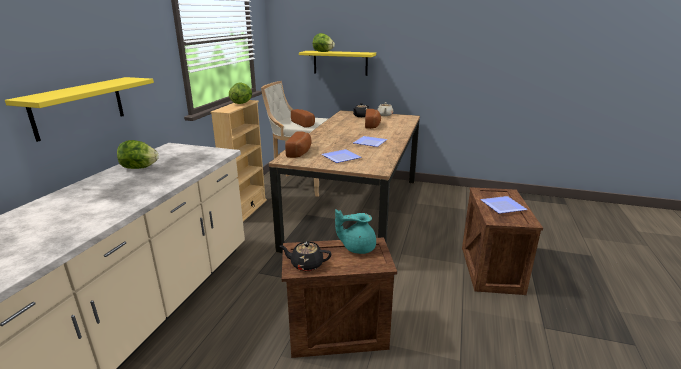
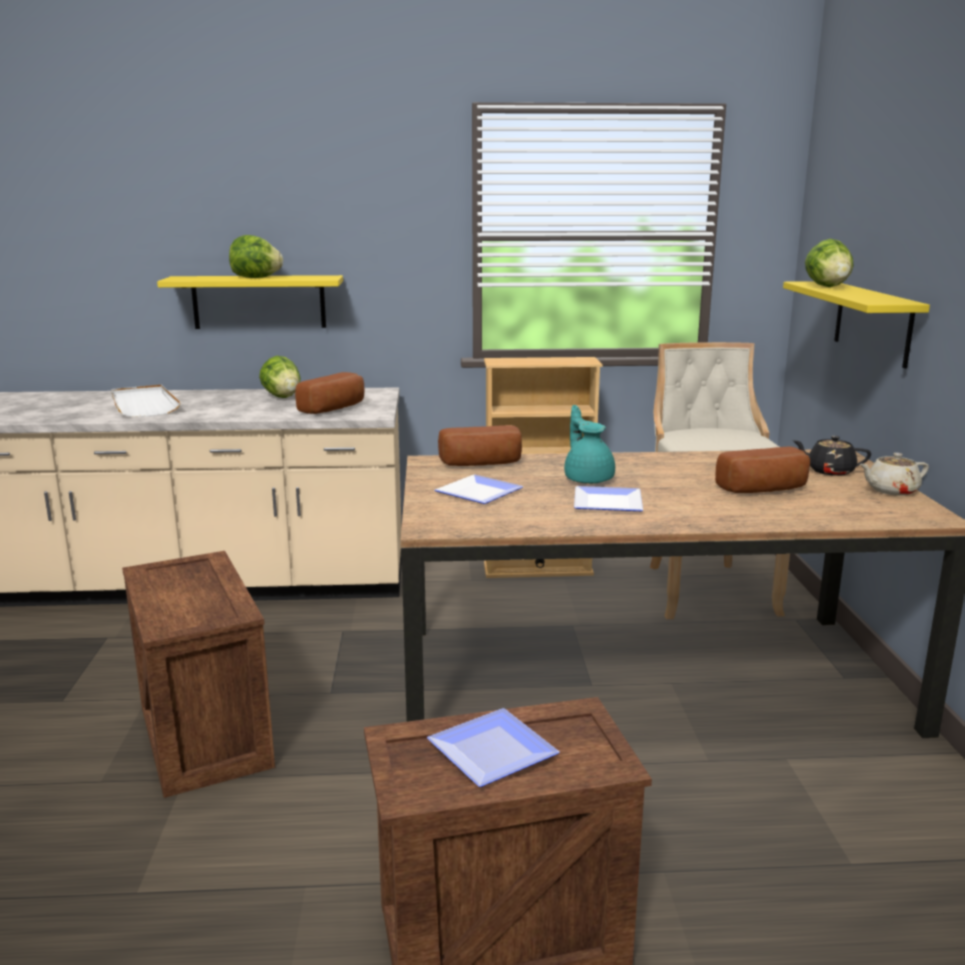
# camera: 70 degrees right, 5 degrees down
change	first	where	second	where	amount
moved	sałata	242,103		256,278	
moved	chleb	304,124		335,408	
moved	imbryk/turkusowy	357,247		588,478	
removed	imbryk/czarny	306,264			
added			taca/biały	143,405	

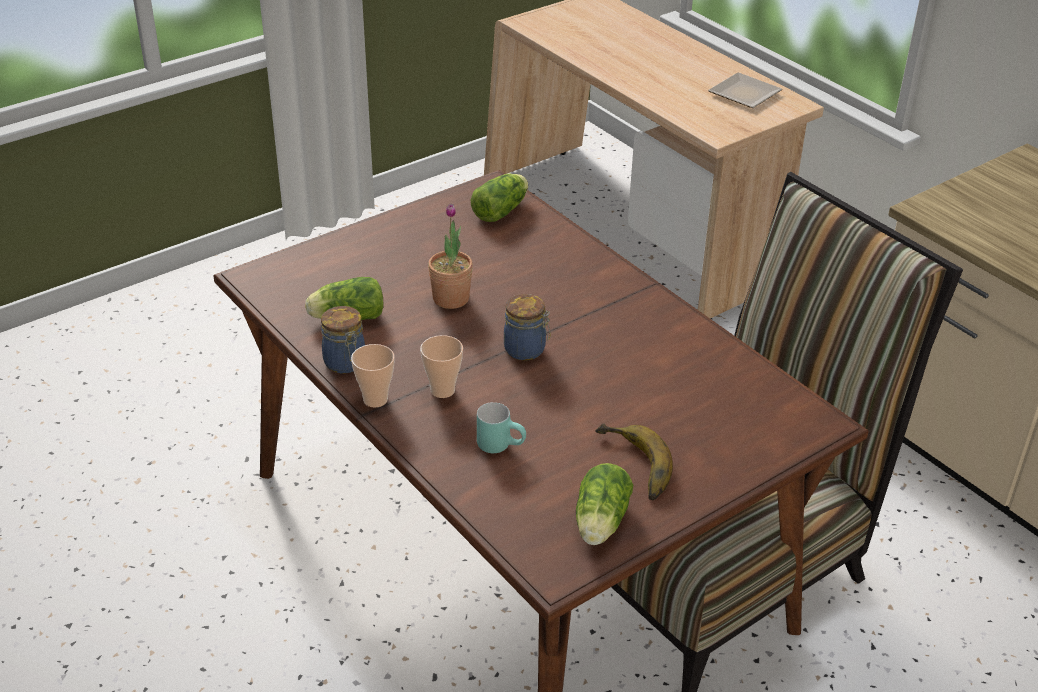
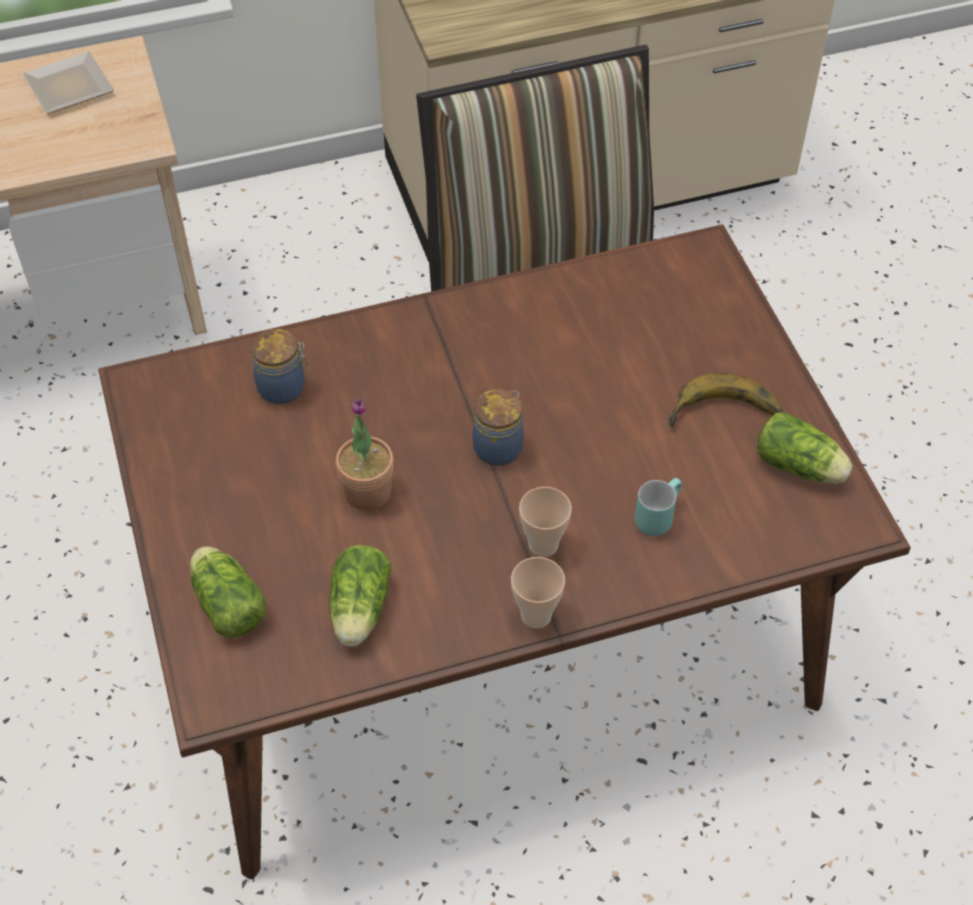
# camera: 70 degrees left, 15 degrees up
change	first	where	second	where	amount
moved	sałata	502,210		227,602	
moved	słoik	345,363		284,388	

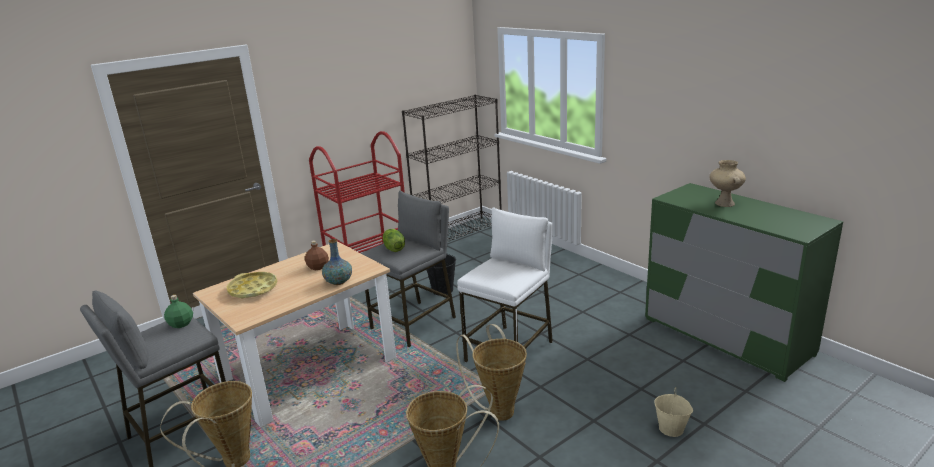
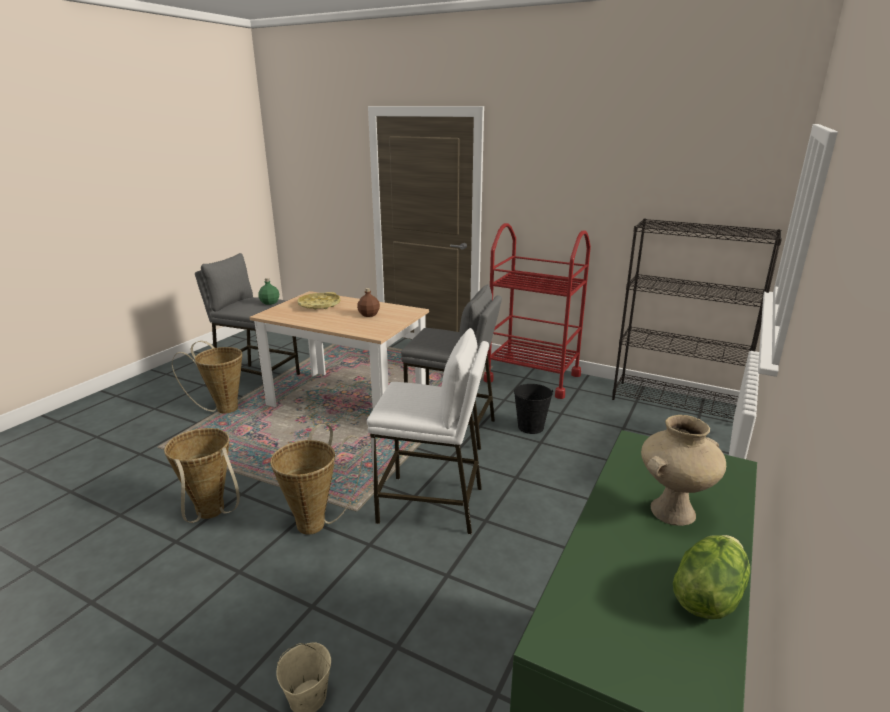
# camera: 65 degrees right, 0 degrees up
change	first	where	second	where	amount
moved	sałata	393,249		706,596	
removed	wazon	338,282			

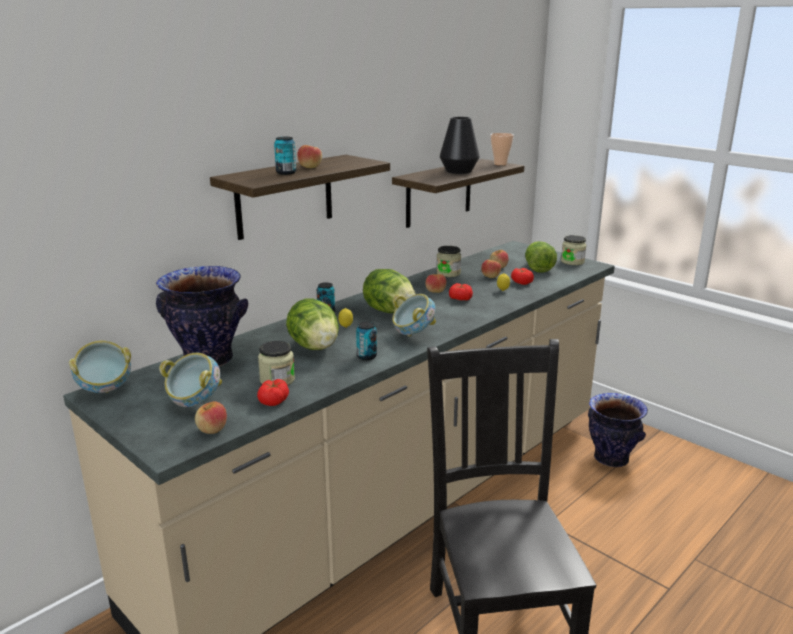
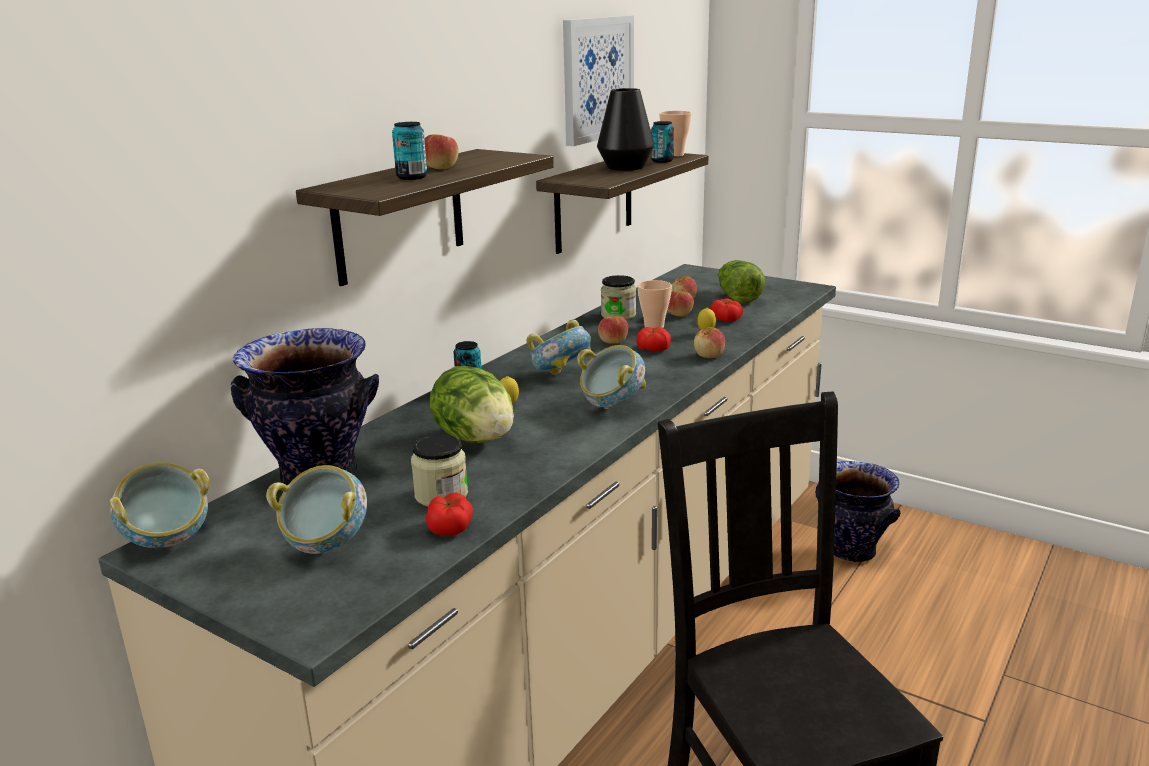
# camera: 10 degrees left, 0 degrees up
change	first	where	second	where	amount
removed	słoik	572,261			
replaced	sałata	389,311	miska	561,376	
moved	puszka	366,356		662,161	
moved	jabłko	212,429		709,356	
added			obraz	597,79	
added			filiżanka	654,327	

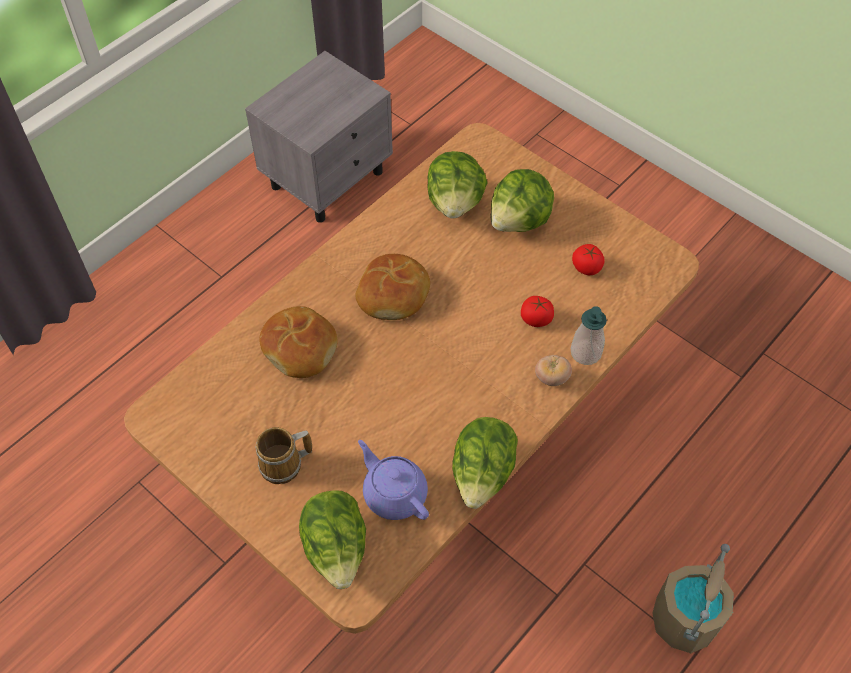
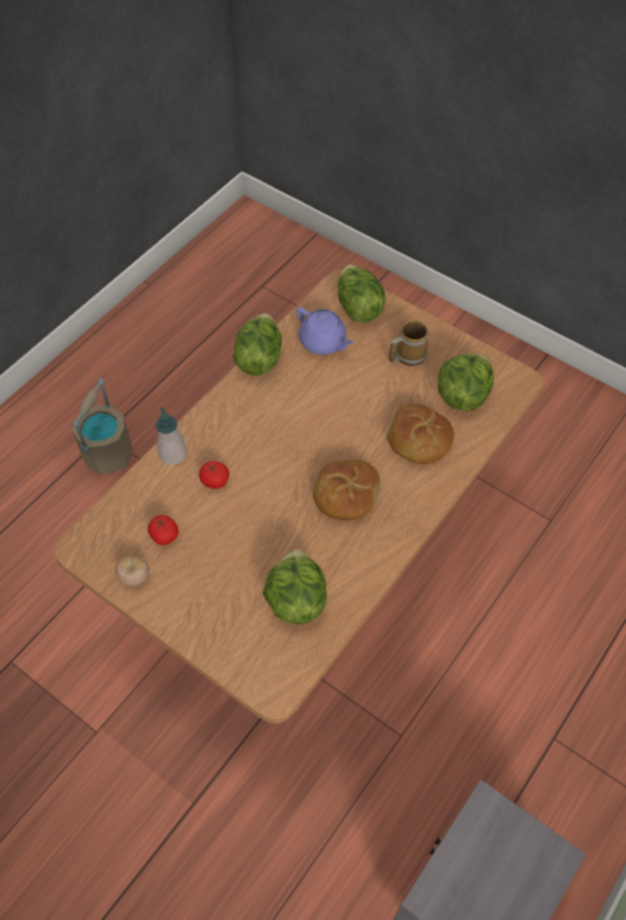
# camera: 175 degrees right, 0 degrees up
change	first	where	second	where	amount
moved	sałata	519,221		462,395	
moved	pomidor	551,378		134,577	

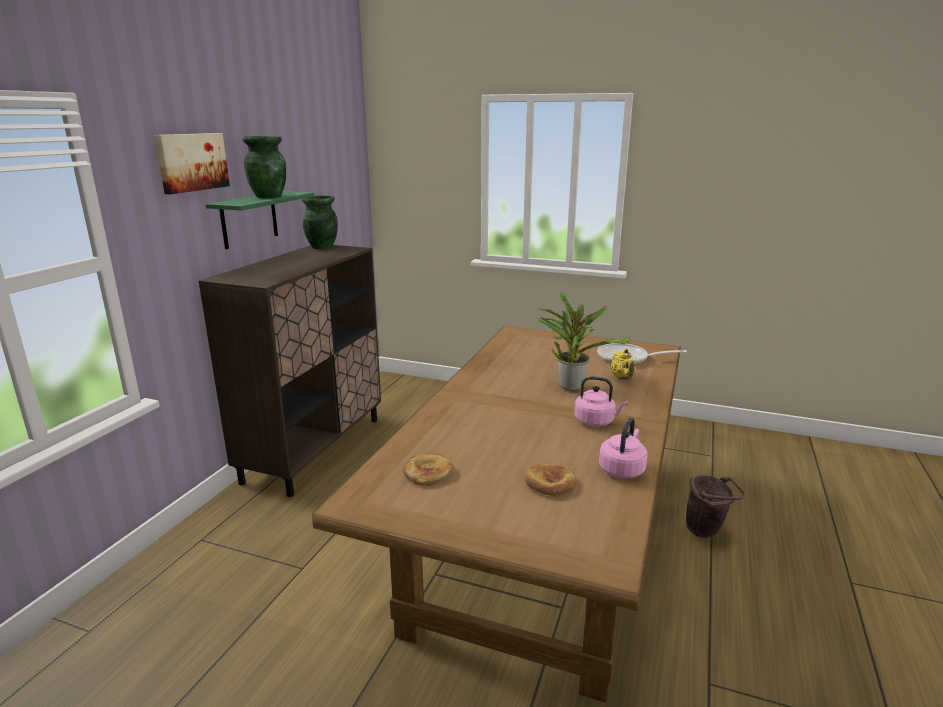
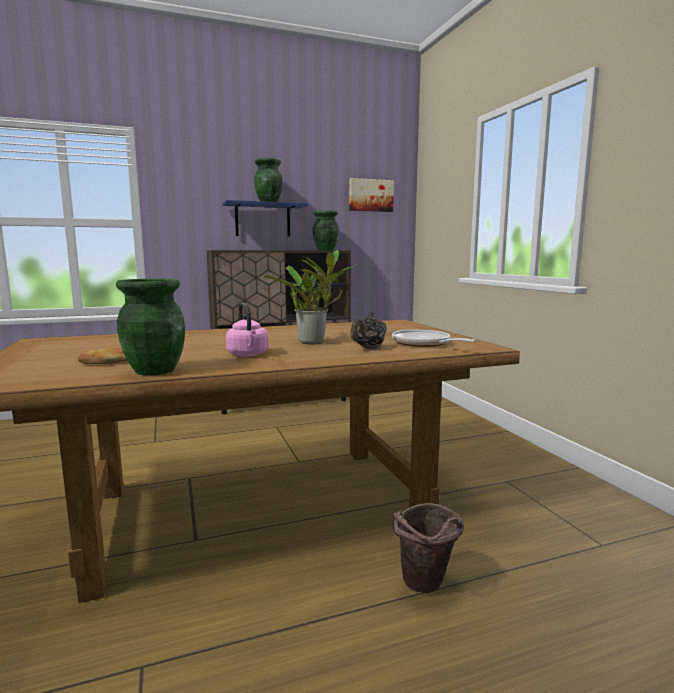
# camera: 50 degrees right, 10 degrees down
change	first	where	second	where	amount
moved	obraz	191,162		370,195	
recoloured	półka/zielony	249,219	półka/niebieski	262,220	
recoloured	imbryk/żółty	622,378	imbryk/czarny	369,348	
replaced	czajnik/różowy	622,469	wazon/zielony	155,370	
removed	chleb	428,472			

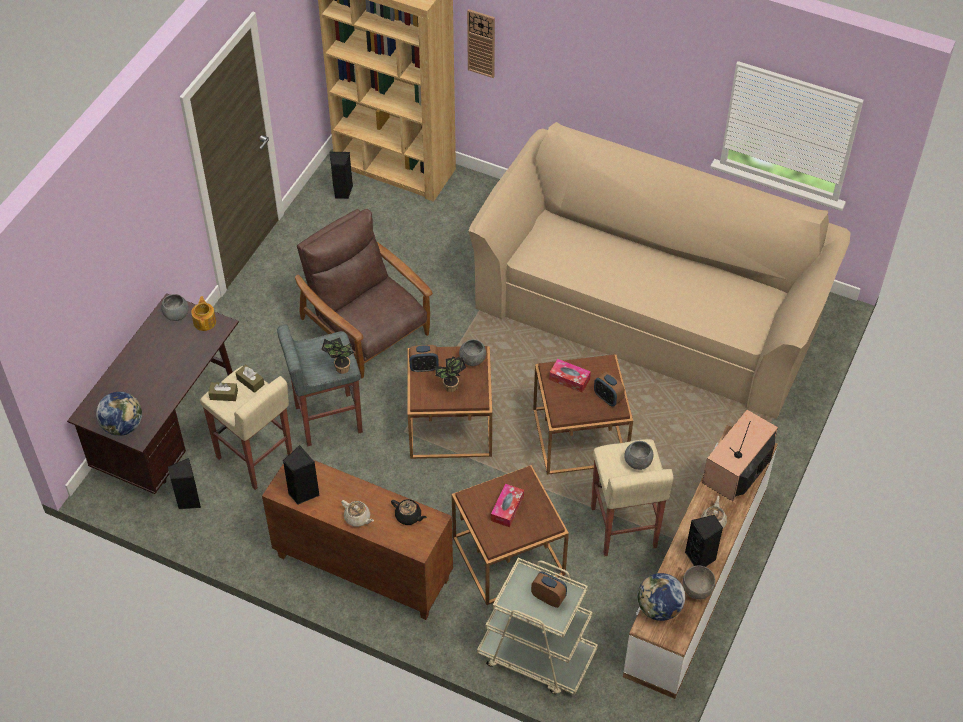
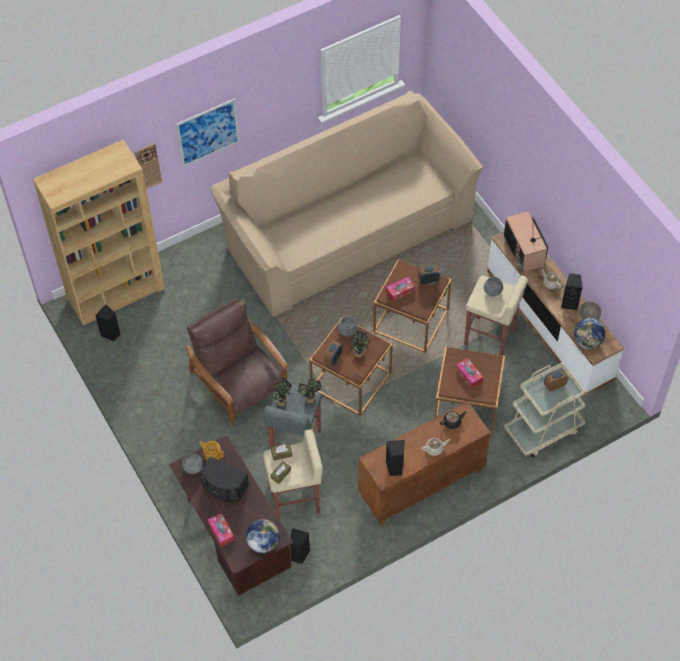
# camera: 55 degrees left, 5 degrees up
change	first	where	second	where	amount
turned	fotel/brązowy	366,328		239,383	60 degrees clockwise
added			obraz	208,132	
added			roślina doniczkowa	282,403	
added			głośnik/czarny	224,487	
added			pudełko chusteczek	221,531	

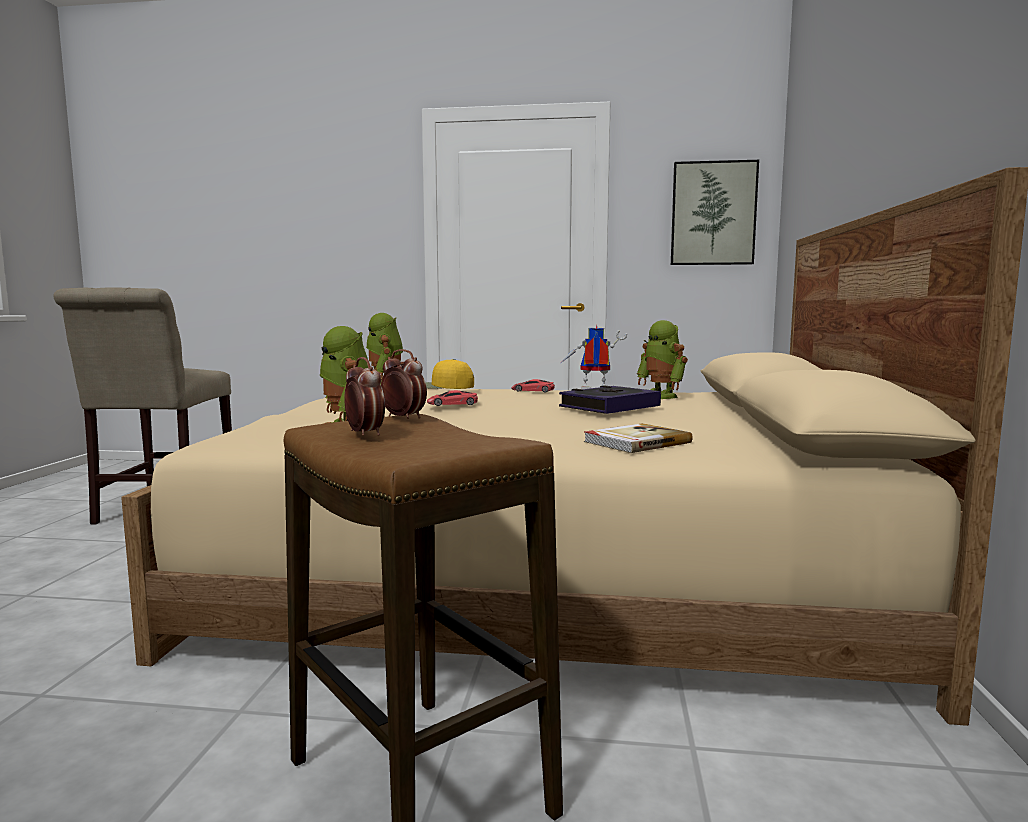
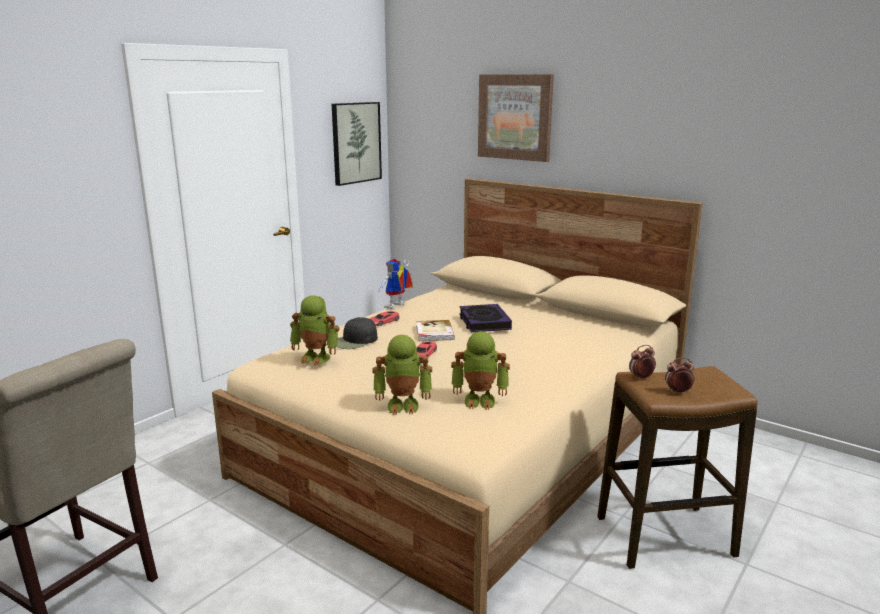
# camera: 60 degrees left, 10 degrees up
change	first	where	second	where	amount
moved	robot zabawkowy	661,396		403,405	
recoloured	czapka z daszkiem/żółty	443,386	czapka z daszkiem/czarny	354,341	
moved	książka	635,442		434,332	
added			obraz	515,117	

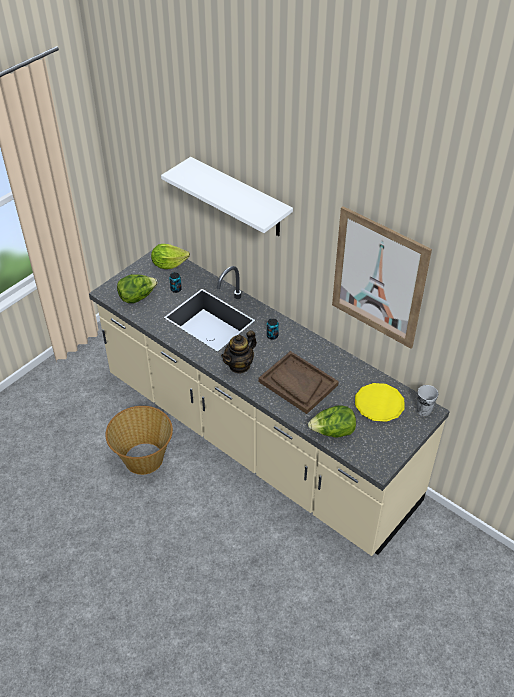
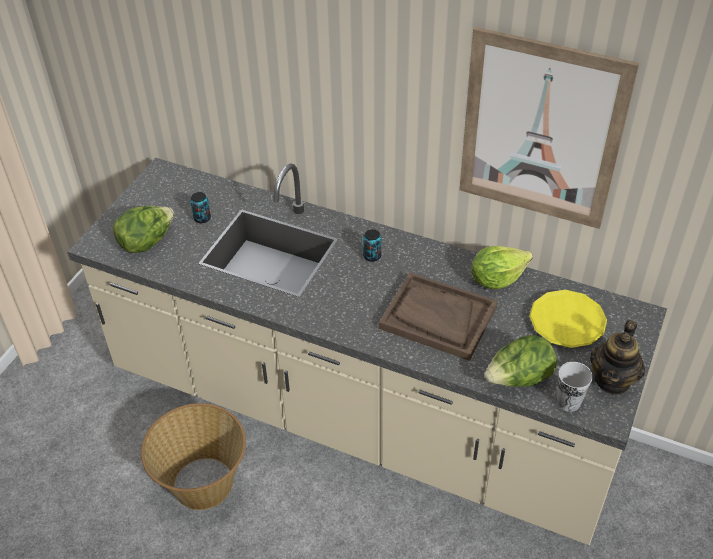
# camera: 15 degrees left, 0 degrees up
change	first	where	second	where	amount
removed	półka/biały	240,198			
moved	sałata	168,264		497,279	
moved	imbryk	239,365		613,380	
moved	filiżanka	423,410		568,402	

